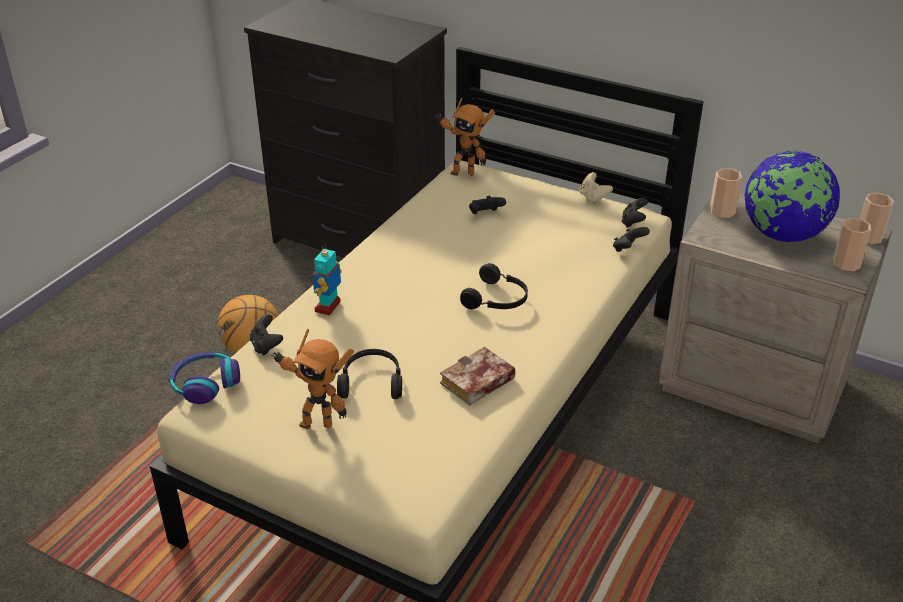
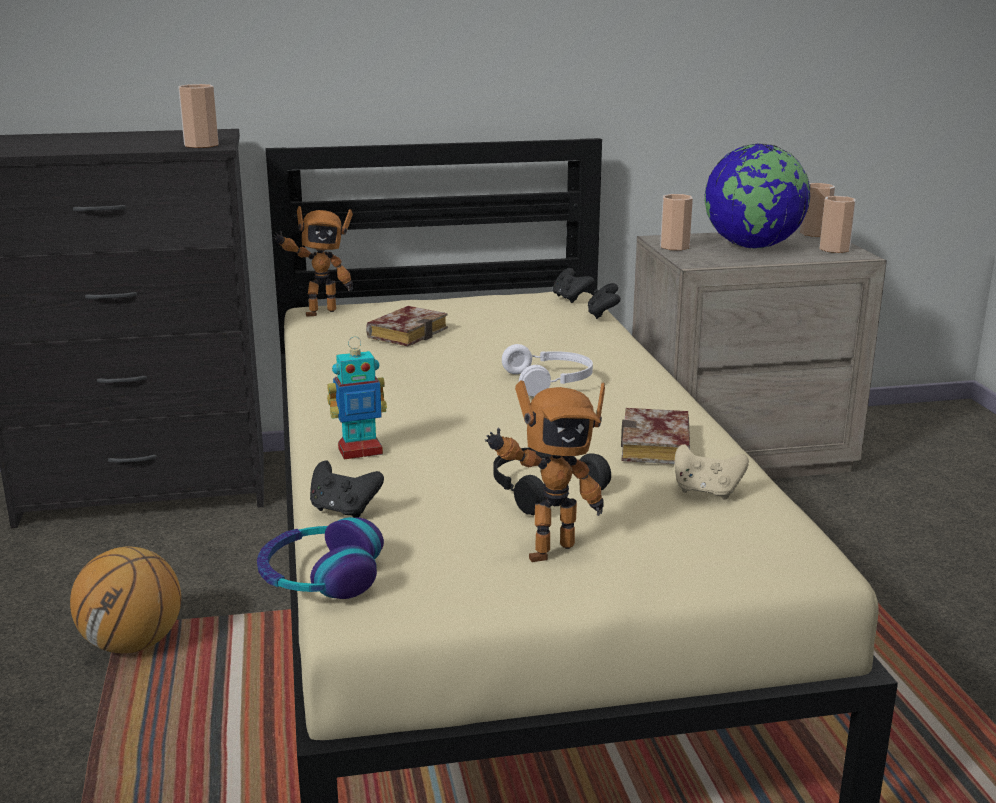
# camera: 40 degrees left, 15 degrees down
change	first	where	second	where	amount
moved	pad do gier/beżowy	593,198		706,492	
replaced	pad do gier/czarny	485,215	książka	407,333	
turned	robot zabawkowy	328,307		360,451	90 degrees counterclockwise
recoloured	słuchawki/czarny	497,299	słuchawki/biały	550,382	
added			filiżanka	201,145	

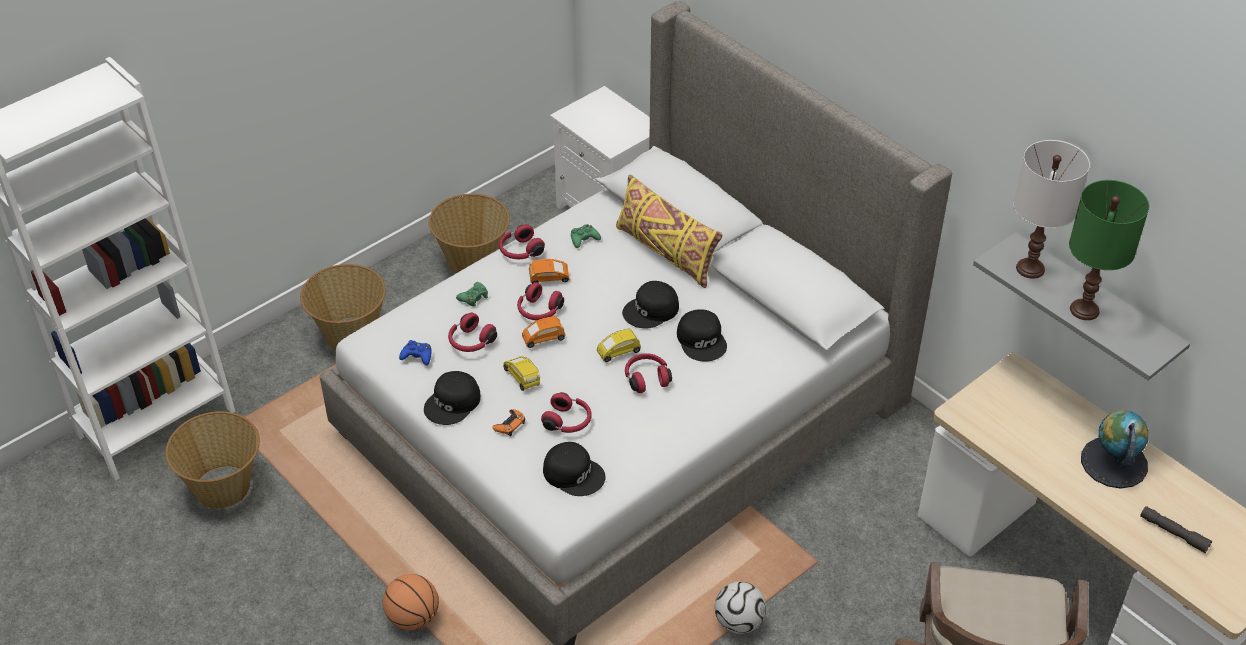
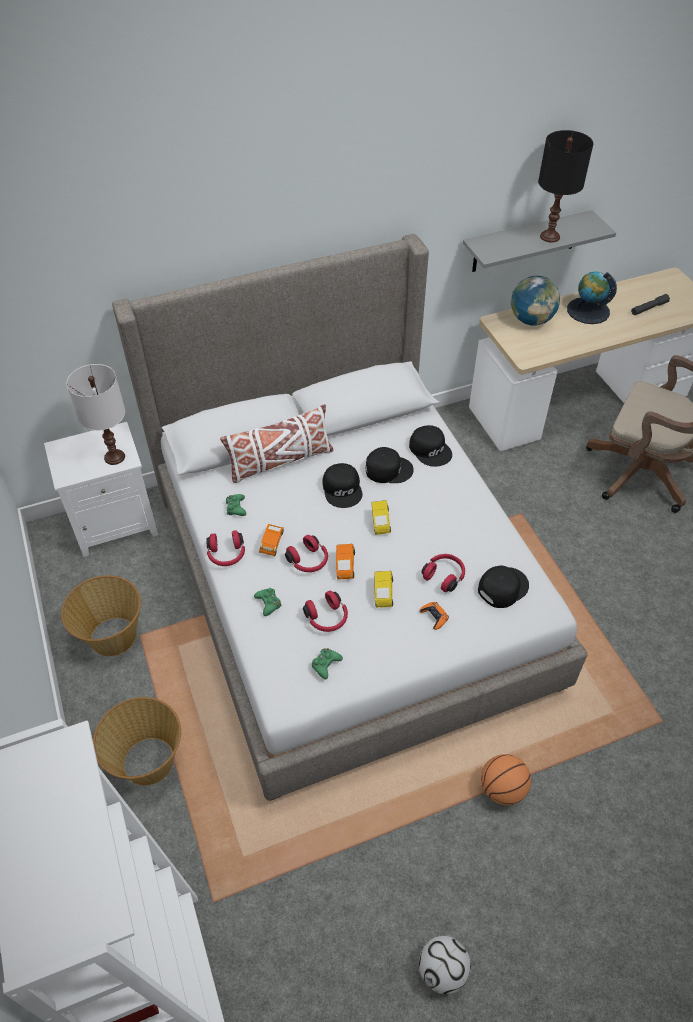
# camera: 70 degrees left, 5 degrees up
change	first	where	second	where	amount
moved	lampa stołowa/biały	1031,268		115,457	
recoloured	poduszka/żółty	666,252	poduszka/biały	280,462	
recoloured	lampa stołowa/zielony	1084,310	lampa stołowa/czarny	550,237	
recoloured	pad do gier/niebieski	417,356	pad do gier/zielony	325,664	
removed	słuchawki/czerwony	646,378			
turned	samochodzik/żółty	522,378		383,593	75 degrees counterclockwise
moved	czapka z daszkiem/czarny	453,403		430,449	
removed	koszyk	224,487			
moved	piłka futbolowa	739,622		442,970	
added			globus	531,320	

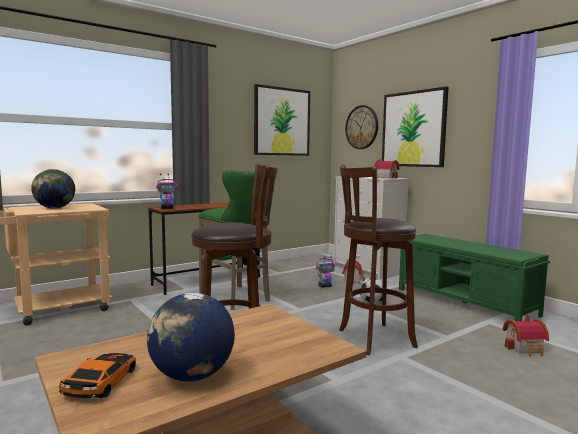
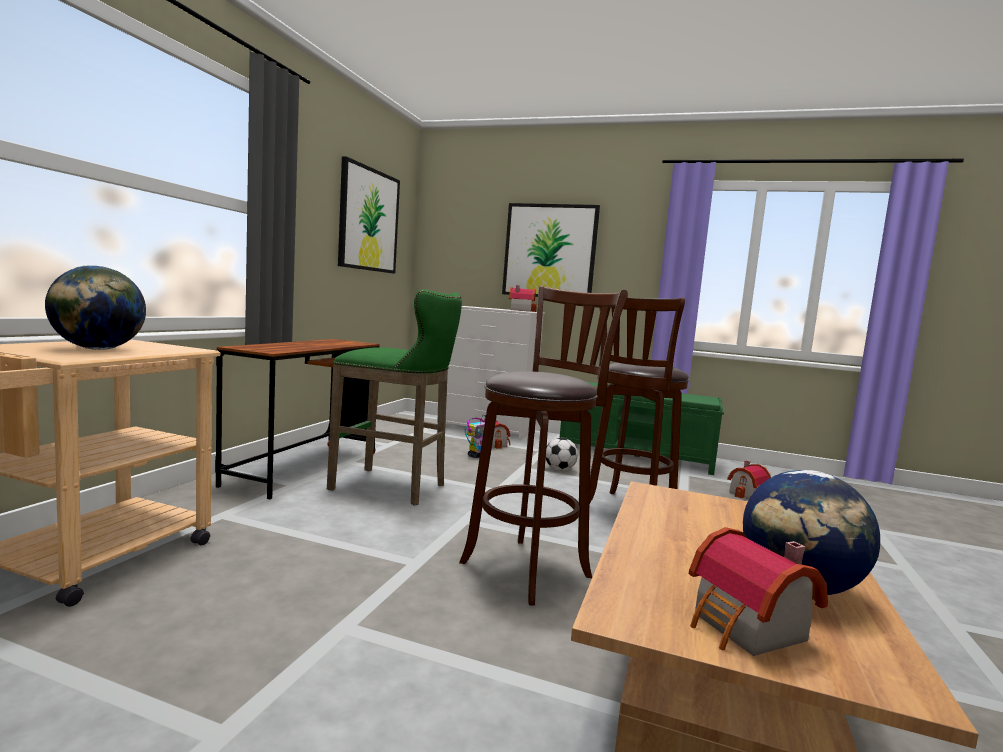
# camera: 35 degrees left, 0 degrees up
change	first	where	second	where	amount
removed	zegar ścienny	362,127			
removed	robot zabawkowy	167,208			
replaced	samochodzik	101,382	domek	747,629	

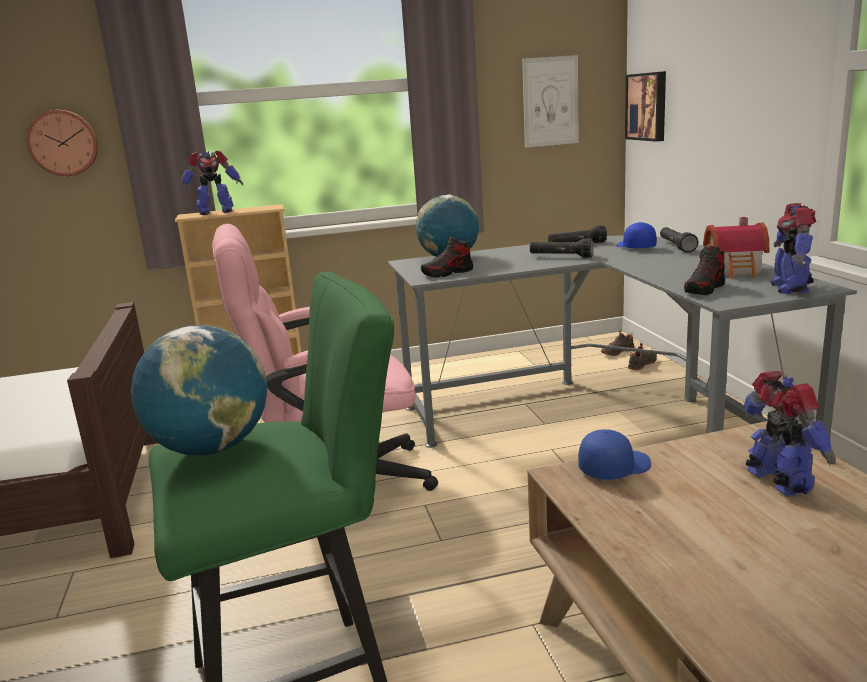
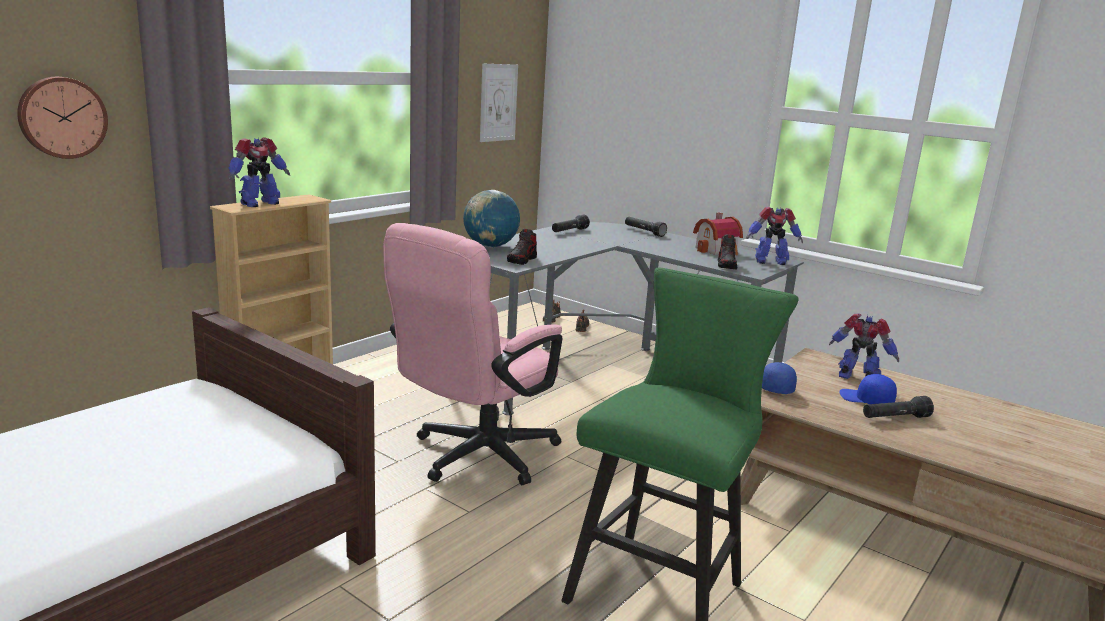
# camera: 40 degrees left, 0 degrees up
change	first	where	second	where	amount
removed	obraz	647,106			
turned	robot zabawkowy	790,288		770,261	60 degrees counterclockwise
moved	czapka z daszkiem/niebieski	635,247		866,400	
moved	latarka/czarny	561,256		895,418	
removed	globus	211,449			

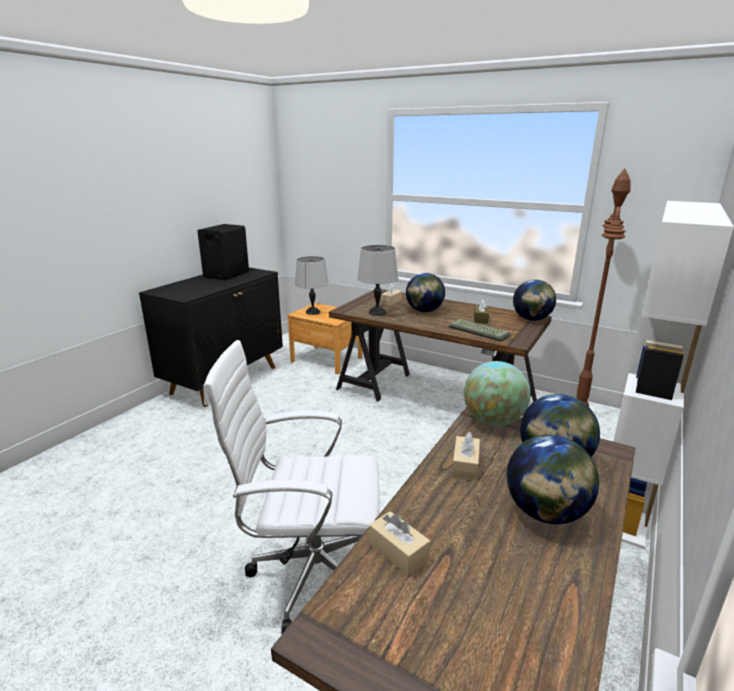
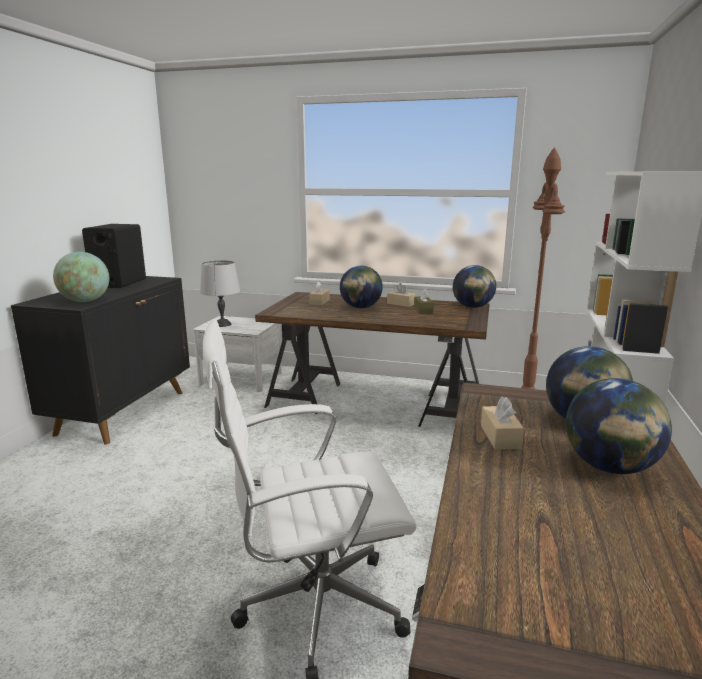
# camera: 15 degrees left, 5 degrees down
change	first	where	second	where	amount
removed	lampa stołowa/szary	377,313			
recoloured	szafka nocna/brązowy	326,359	szafka nocna/biały	241,378	
removed	klawiatura	480,331			
moved	globus	493,421		85,301	
moved	pudełko chusteczek/beżowy	398,551		400,304	

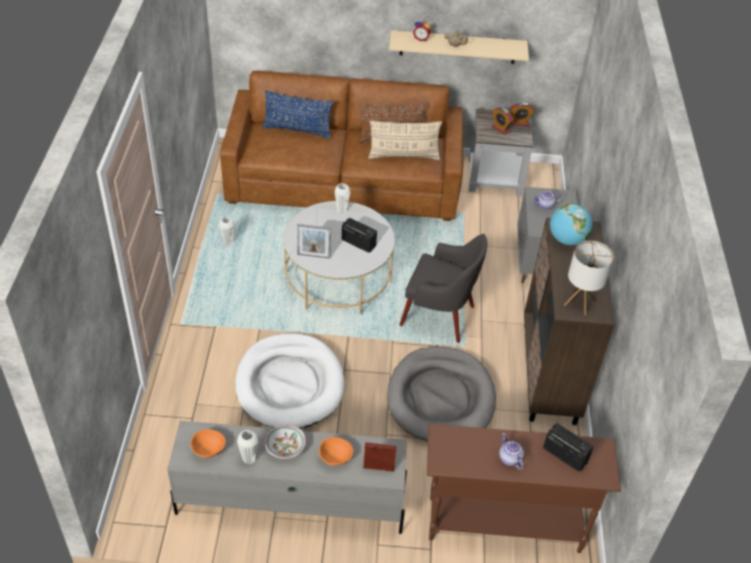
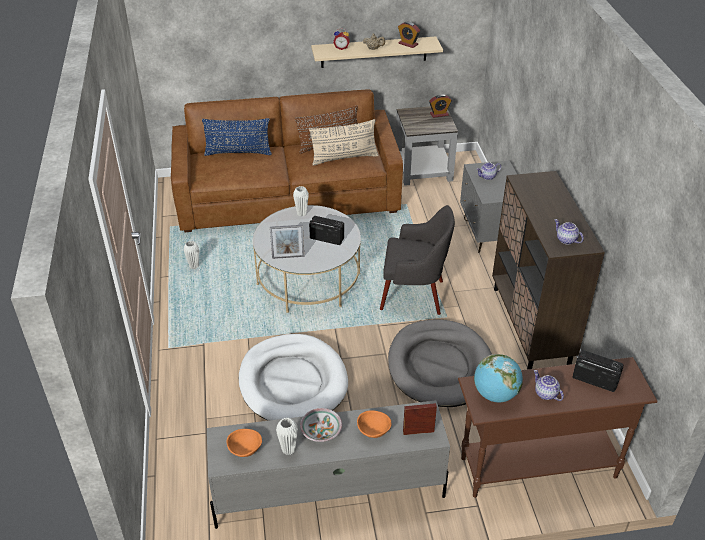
# camera: 10 degrees left, 5 degrees down
change	first	where	second	where	amount
moved	budzik	501,129		408,44	
moved	globus	567,240		495,394	
replaced	lampa stołowa	579,303	imbryk	566,240	

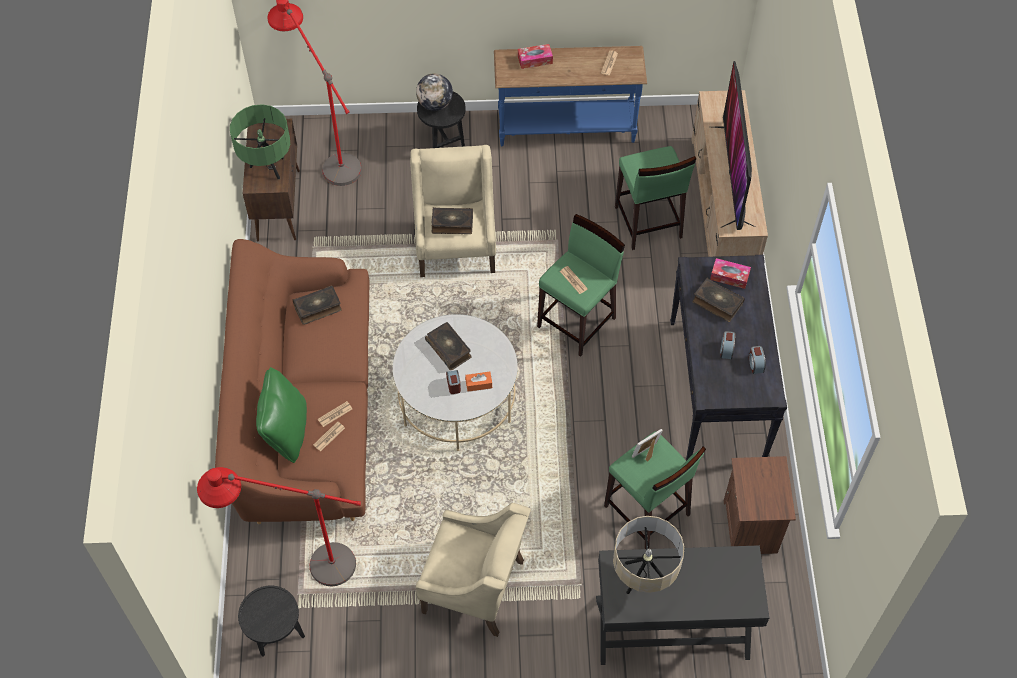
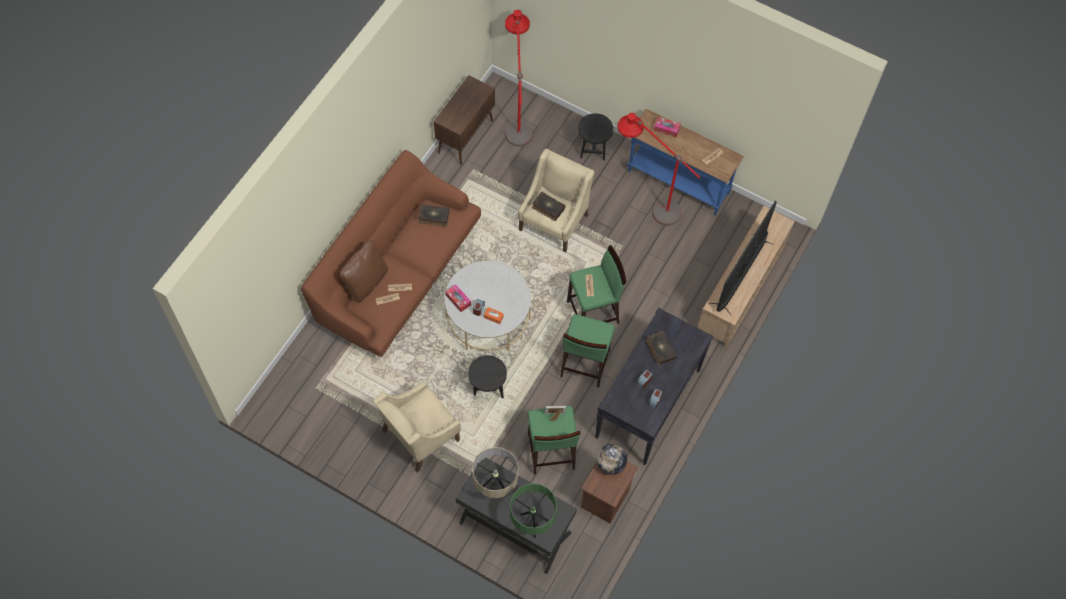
# camera: 30 degrees right, 5 degrees up
change	first	where	second	where	amount
moved	globus	435,104		610,464	
moved	lampa stołowa/zielony	267,167		532,522	
moved	stołek/zielony	647,223		584,363	
moved	pudełko chusteczek	729,276		458,300	
removed	książka	449,349			
recoloured	poduszka/zielony	286,432	poduszka/brązowy	366,282	
moved	lampa stojąca/czerwony	299,566		648,203	
turned	fotel/beżowy	474,587		419,435	90 degrees clockwise
moved	stolik/czarny	277,638		487,390	

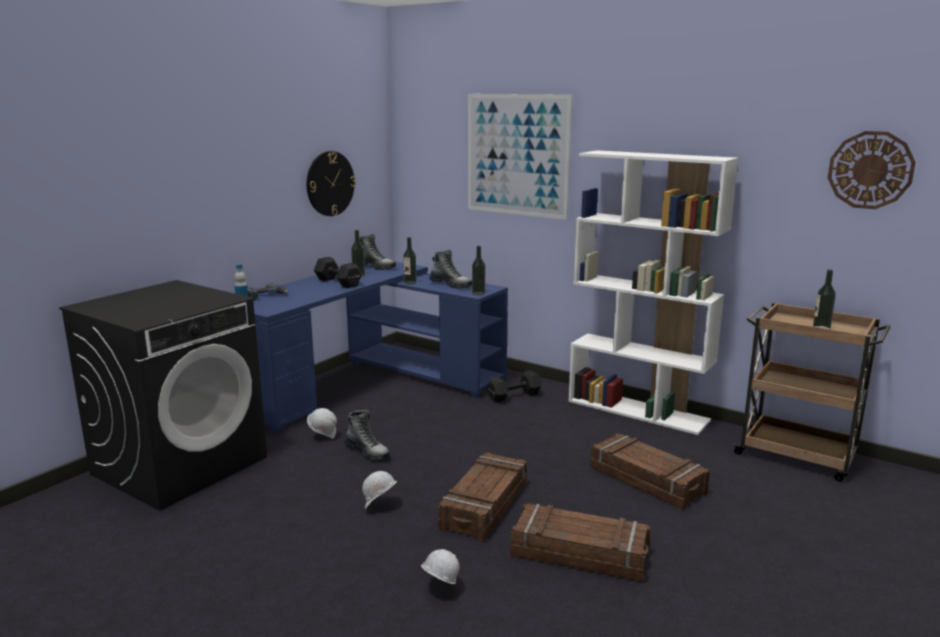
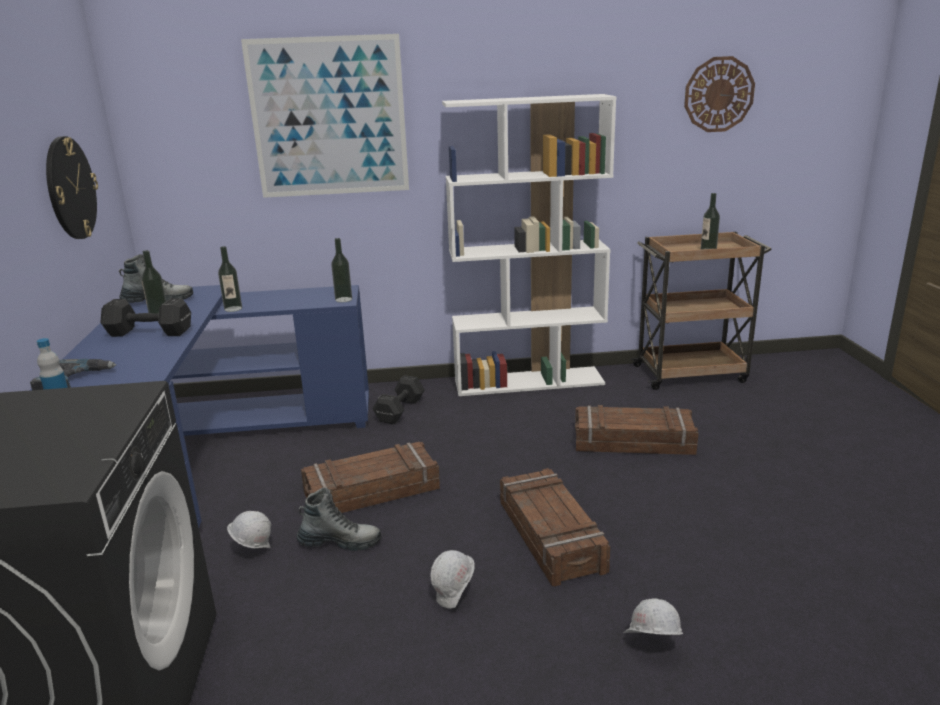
# camera: 40 degrees left, 5 degrees up
change	first	where	second	where	amount
removed	but z cholewką	451,285			
moved	skrzynka	579,553		371,491	

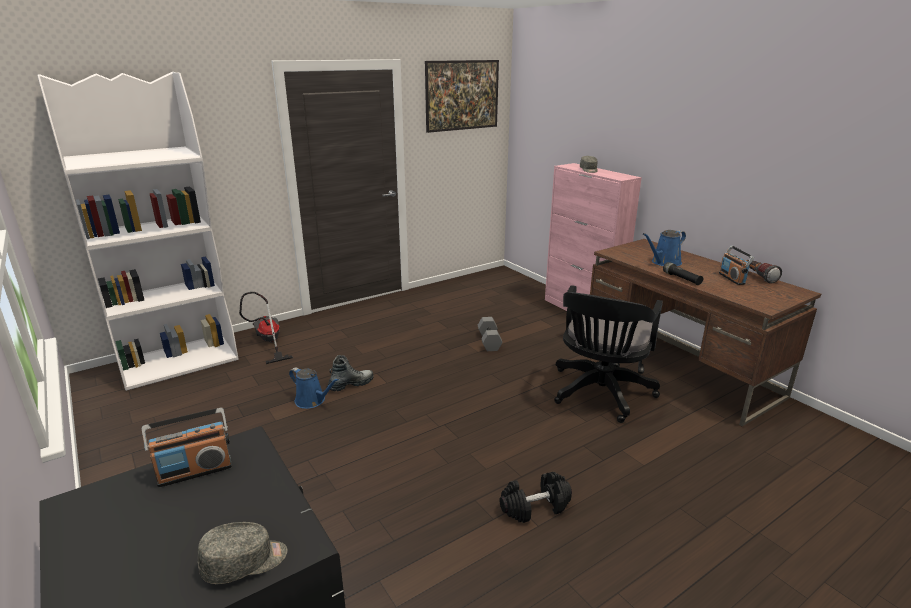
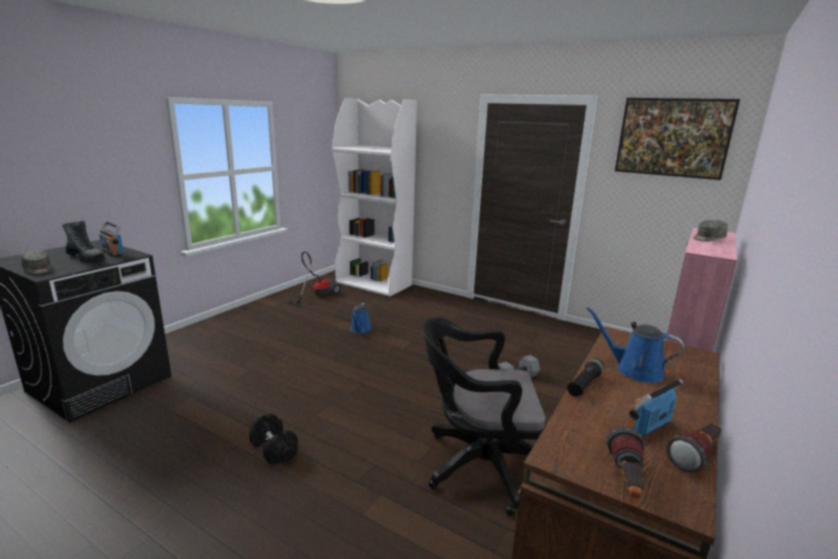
# camera: 65 degrees right, 5 degrees down
change	first	where	second	where	amount
moved	odkurzacz	268,342		318,295	
moved	but z cholewką	351,384		86,258	
added			latarka	626,480	

